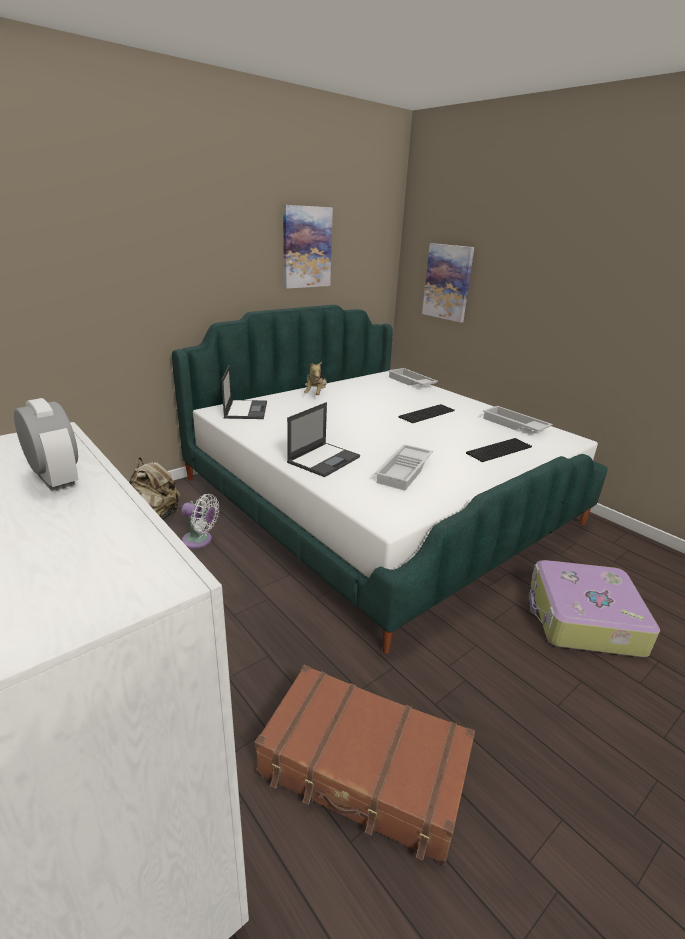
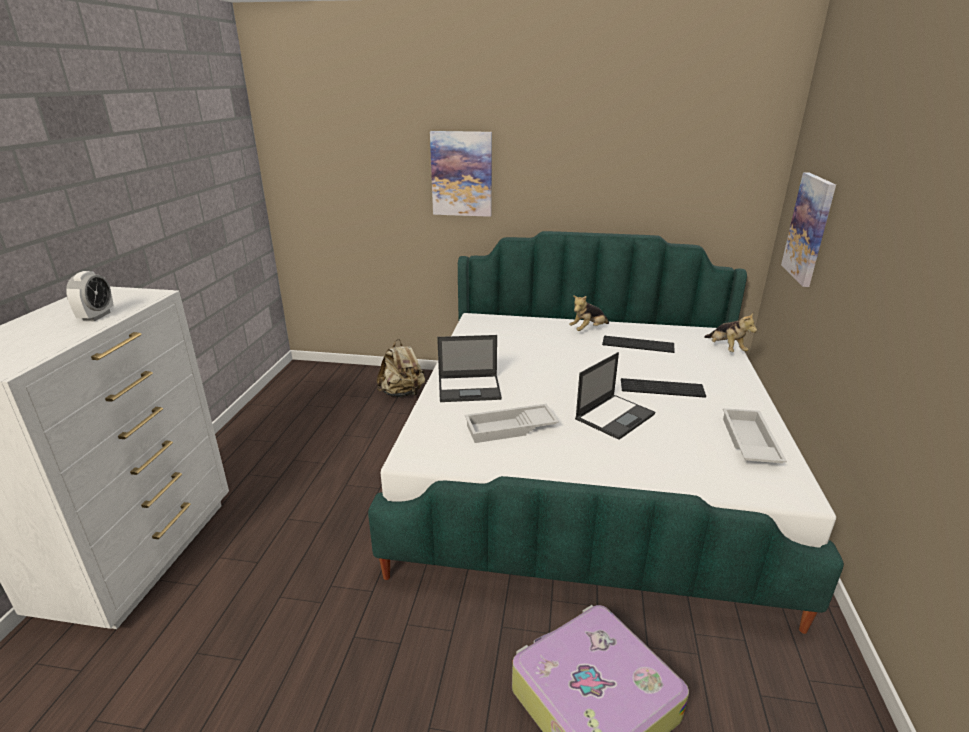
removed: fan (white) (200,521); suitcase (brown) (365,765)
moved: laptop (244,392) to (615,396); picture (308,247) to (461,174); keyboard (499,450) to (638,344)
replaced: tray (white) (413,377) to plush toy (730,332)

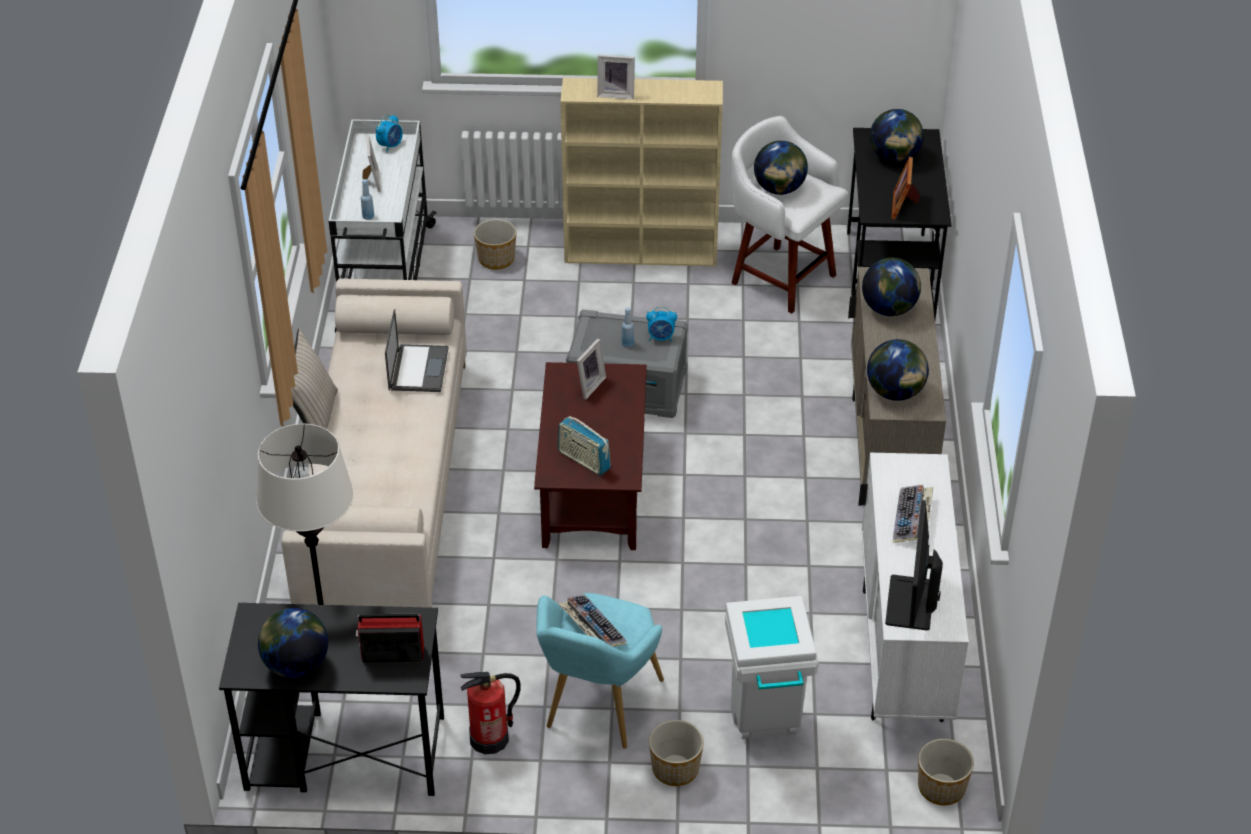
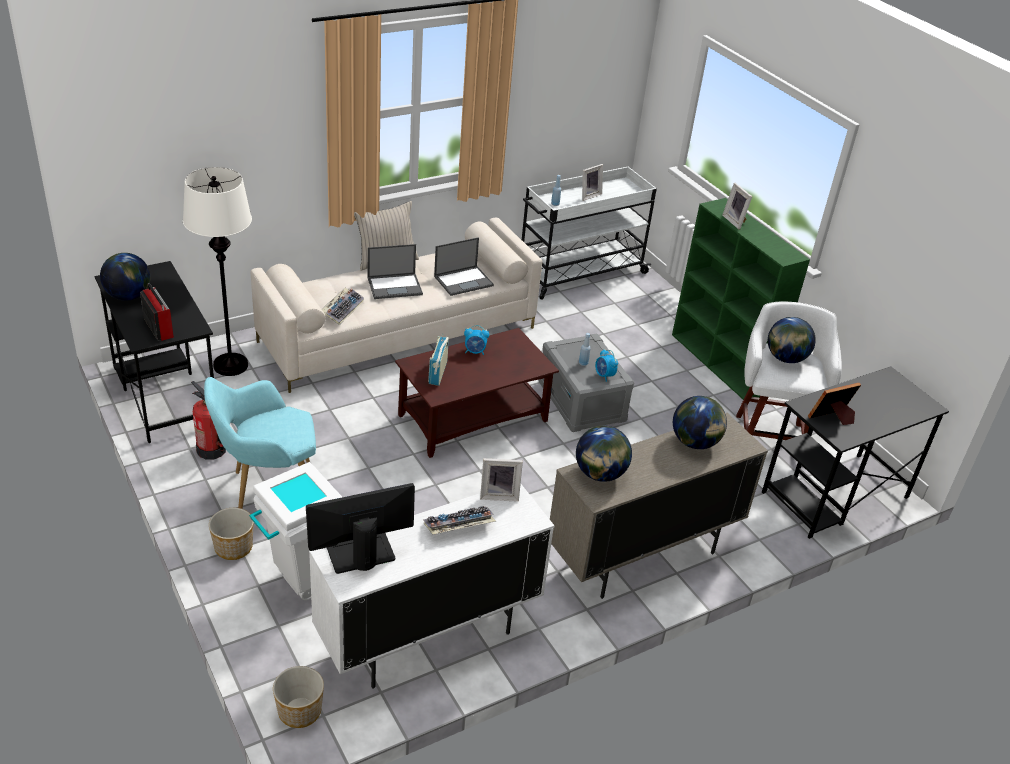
removed: planter (495,244); globe (897,136)
added: laptop (395,271)
moved: alarm clock (389,133) to (476,340); keyboard (592,621) to (343,306); picture frame (591,369) to (501,480)
recoloured: bookcase (beige) (641,172) to bookcase (green) (741,299)

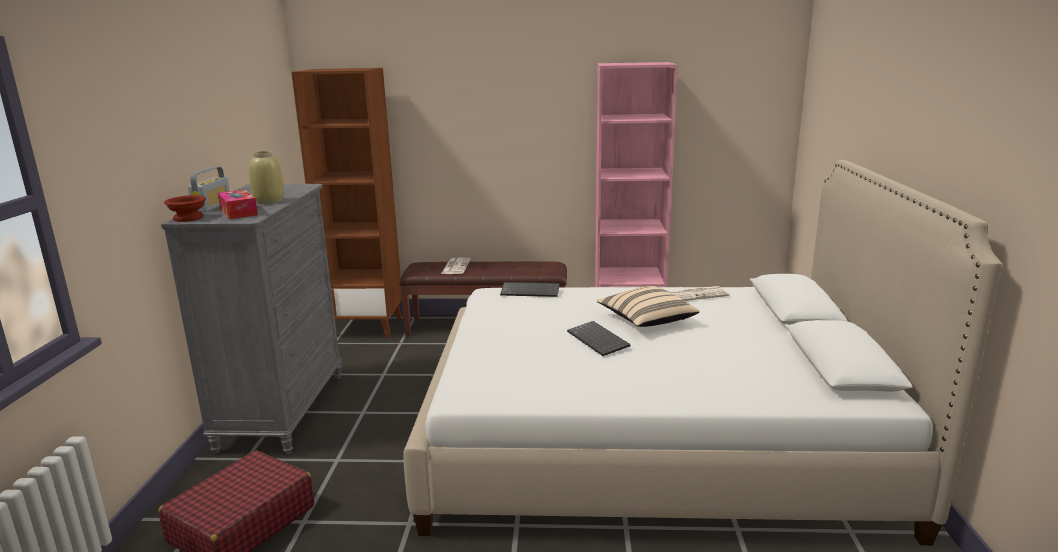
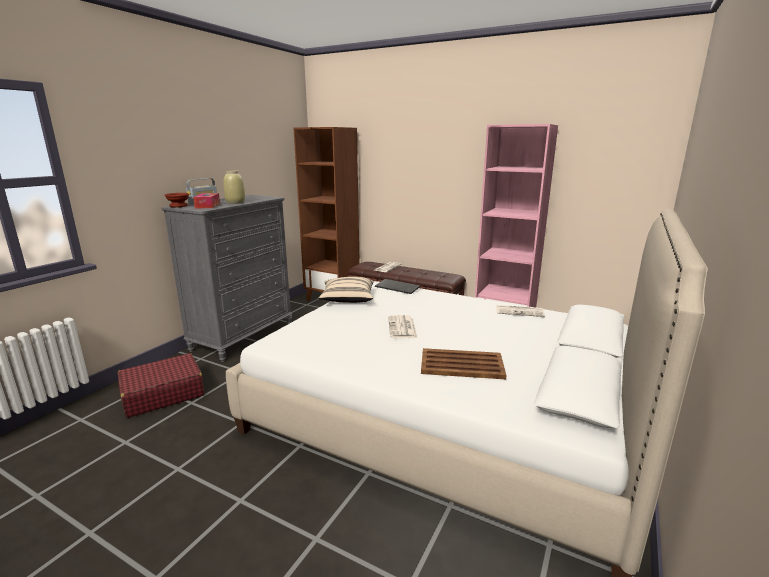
added: tray (brown) (463,363)
moved: pillow (beige) (647,306) to (346,290)
replaced: keyboard (599,338) to newspaper (402,326)

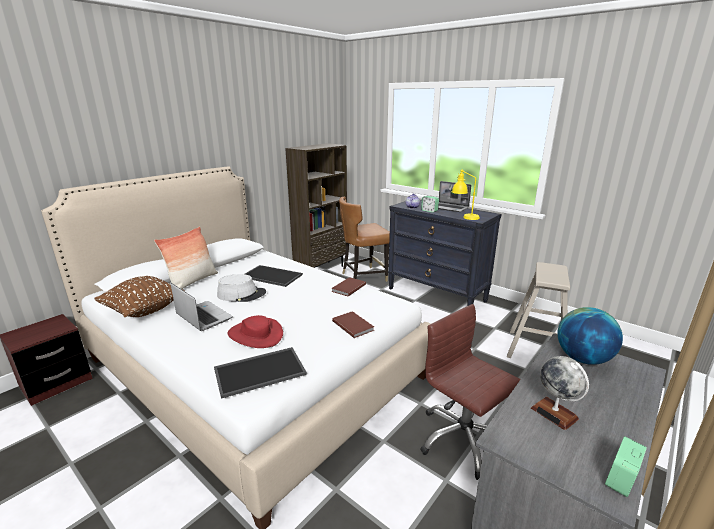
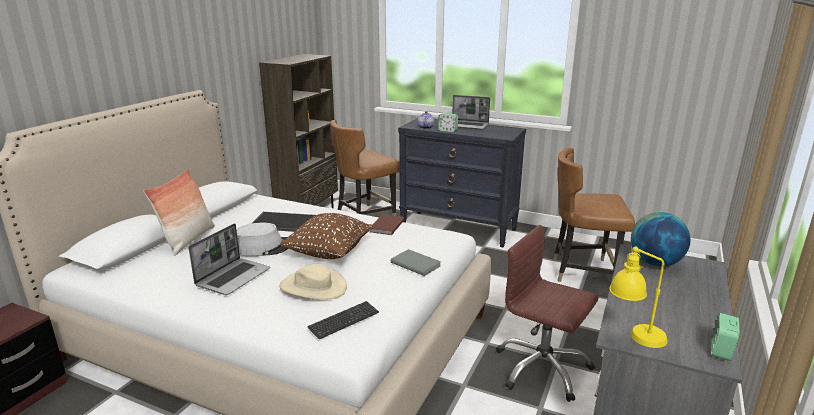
removed: globe (560,393)
moved: pillow (brown) (139,296) to (326,236); table lamp (yellow) (466,195) to (638,297)
replaced: tray (260,373) to keyboard (343,320); stool (beige) (538,310) to chair (brown) (594,215)
recoloured: hat (red) (255,331) to hat (beige) (313,282); book (brown) (353,324) to book (grey) (416,262)
turned: laptop (202,307) = (229,259) 90 degrees clockwise

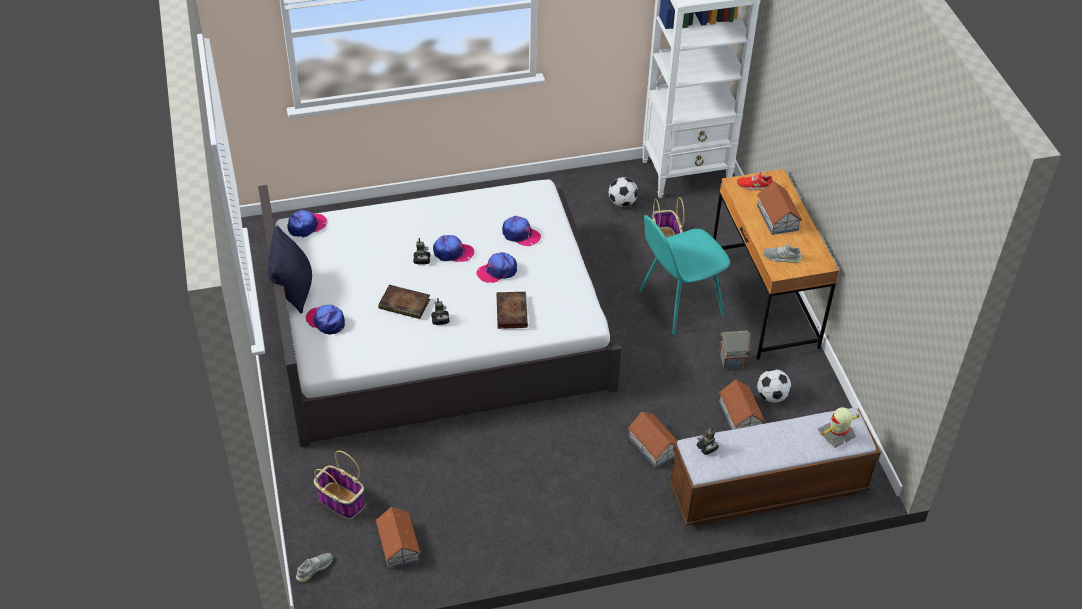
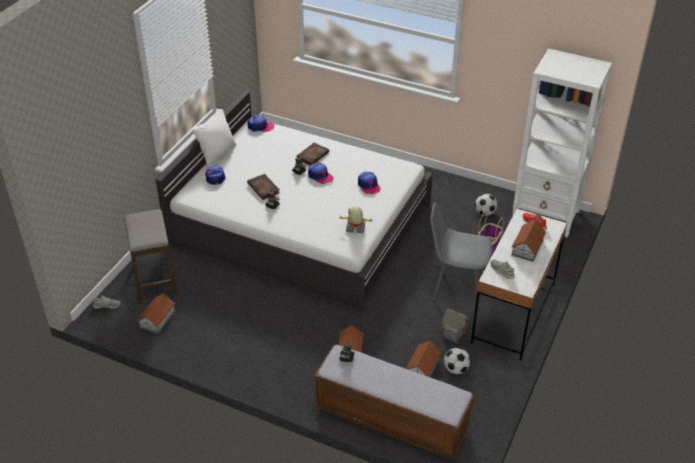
removed: cap (496,267)
moved: book (512,310) to (313,154); toy robot (839,427) to (356,219)
replaced: basket (339,485) to stool (151,256)
recoloured: pillow (black) (290,269) to pillow (white) (214,138); chair (turquoise) (684,275) to chair (grey) (461,254); desk (brown) (776,264) to desk (white) (519,284)

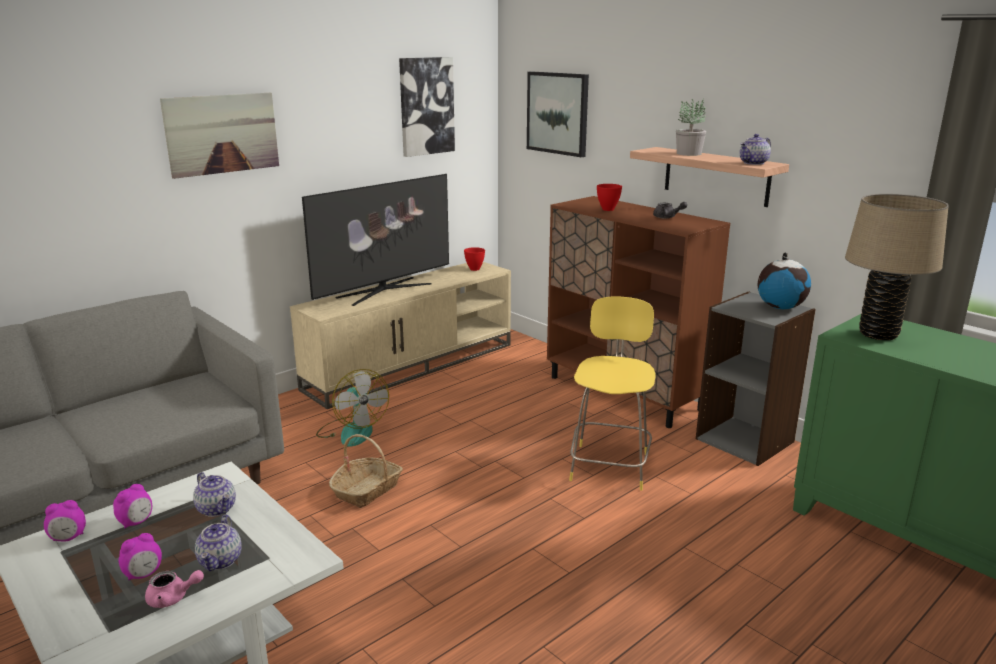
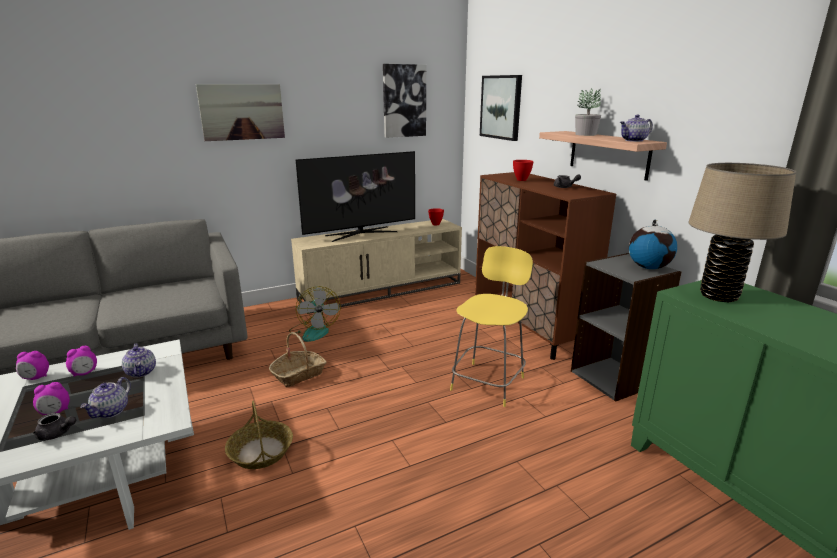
added: basket (259,435)
recoloured: teapot (pink) (174,589) to teapot (grey) (54,426)

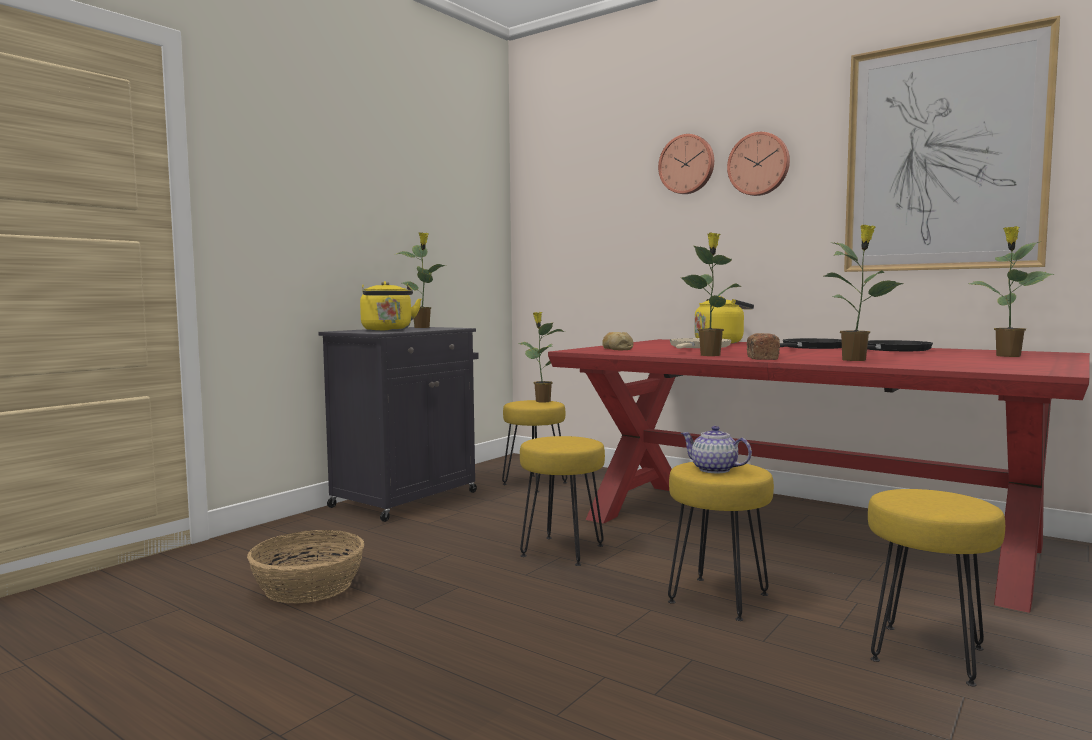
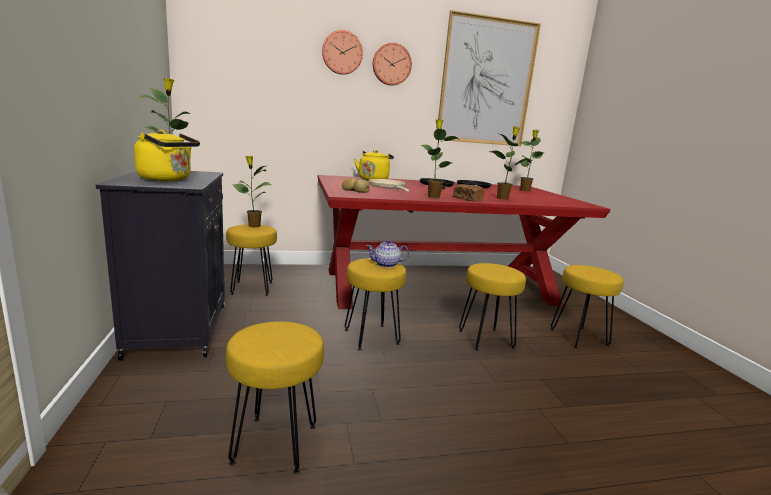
moved: teapot (716,449) to (387,254)
replaced: basket (306,567) to stool (yellow) (275,397)

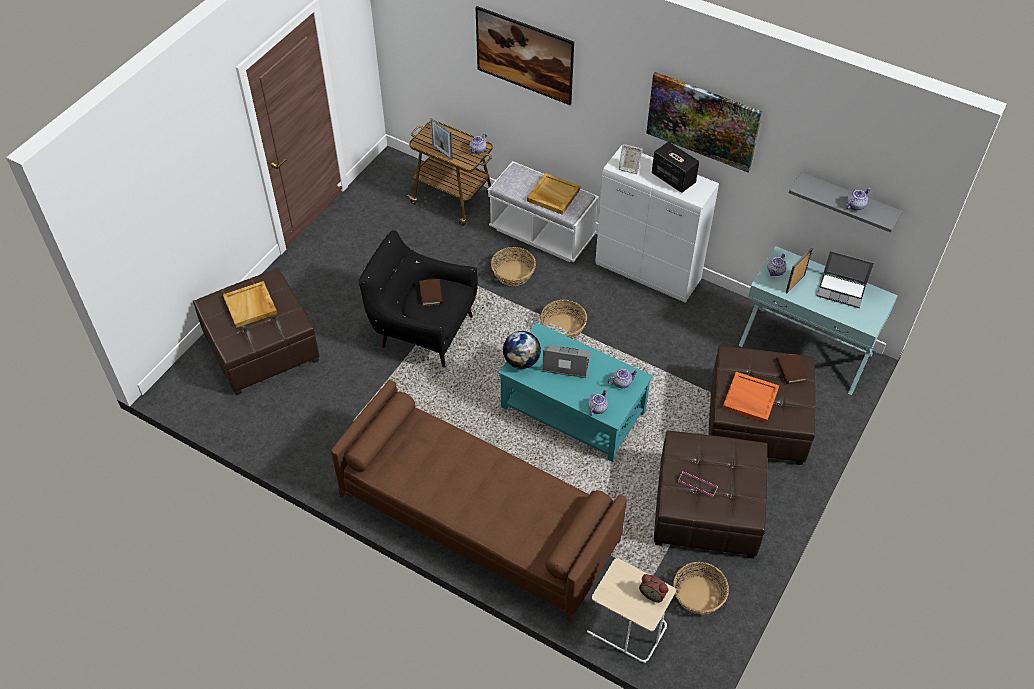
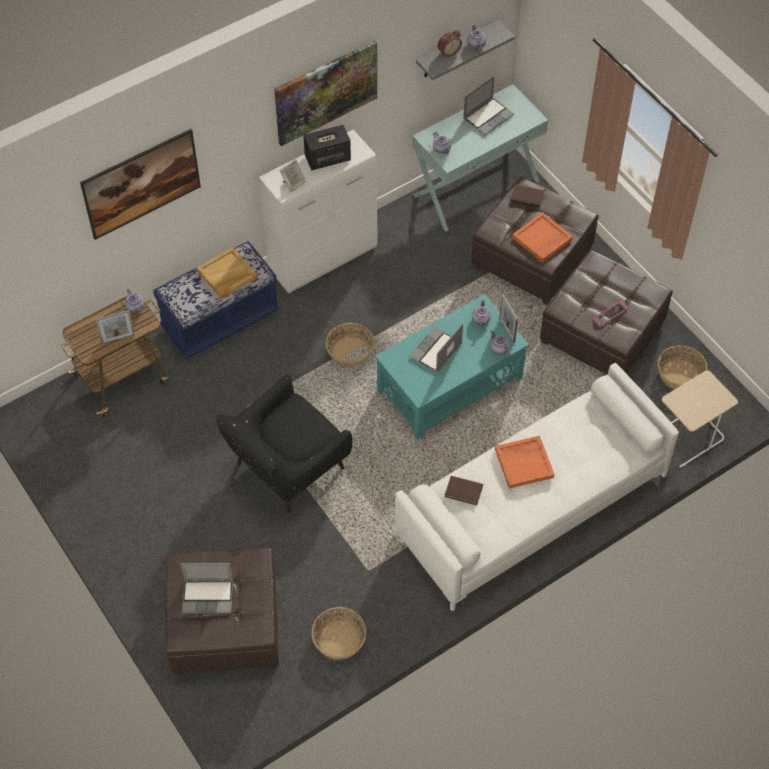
removed: globe (522,350)
added: tray (orange) (525,462)
moved: book (brown) (431,292) to (464,490); basket (513,266) to (339,633); alarm clock (653,588) to (449,43); picture frame (799,270) to (508,318)
replaced: tray (beige) (250,304) to laptop (206,588)
recoloured: sofa (brown) (479,501) to sofa (white) (536,487); bench (white) (543,211) to bench (blue) (216,300)

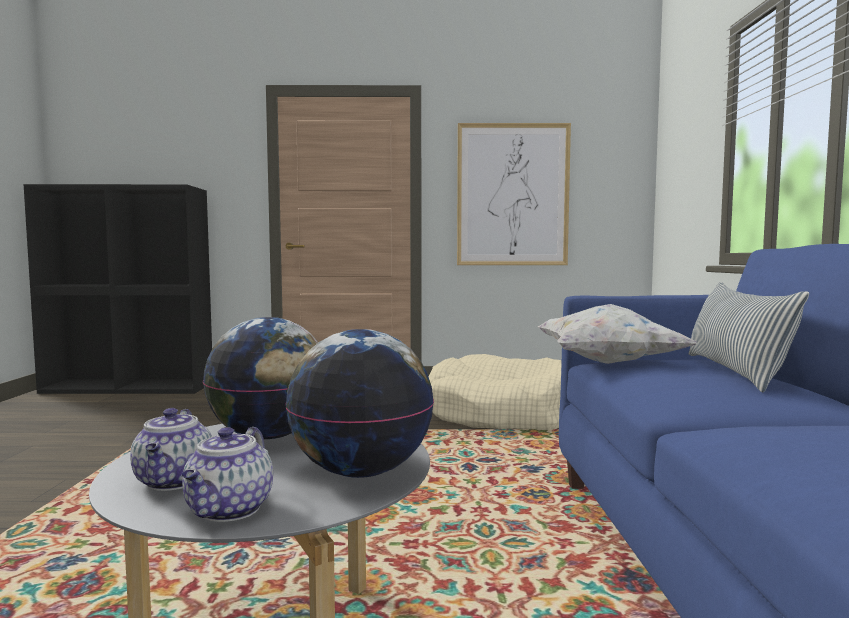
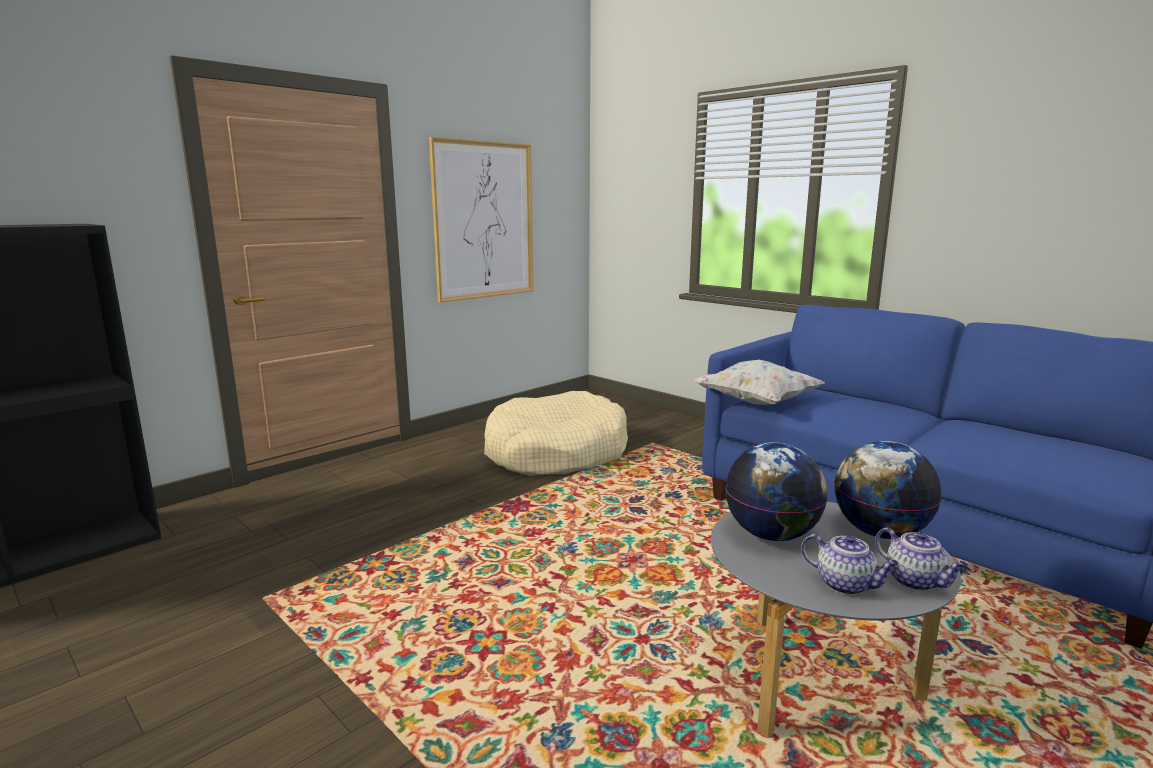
removed: pillow (749,337)

